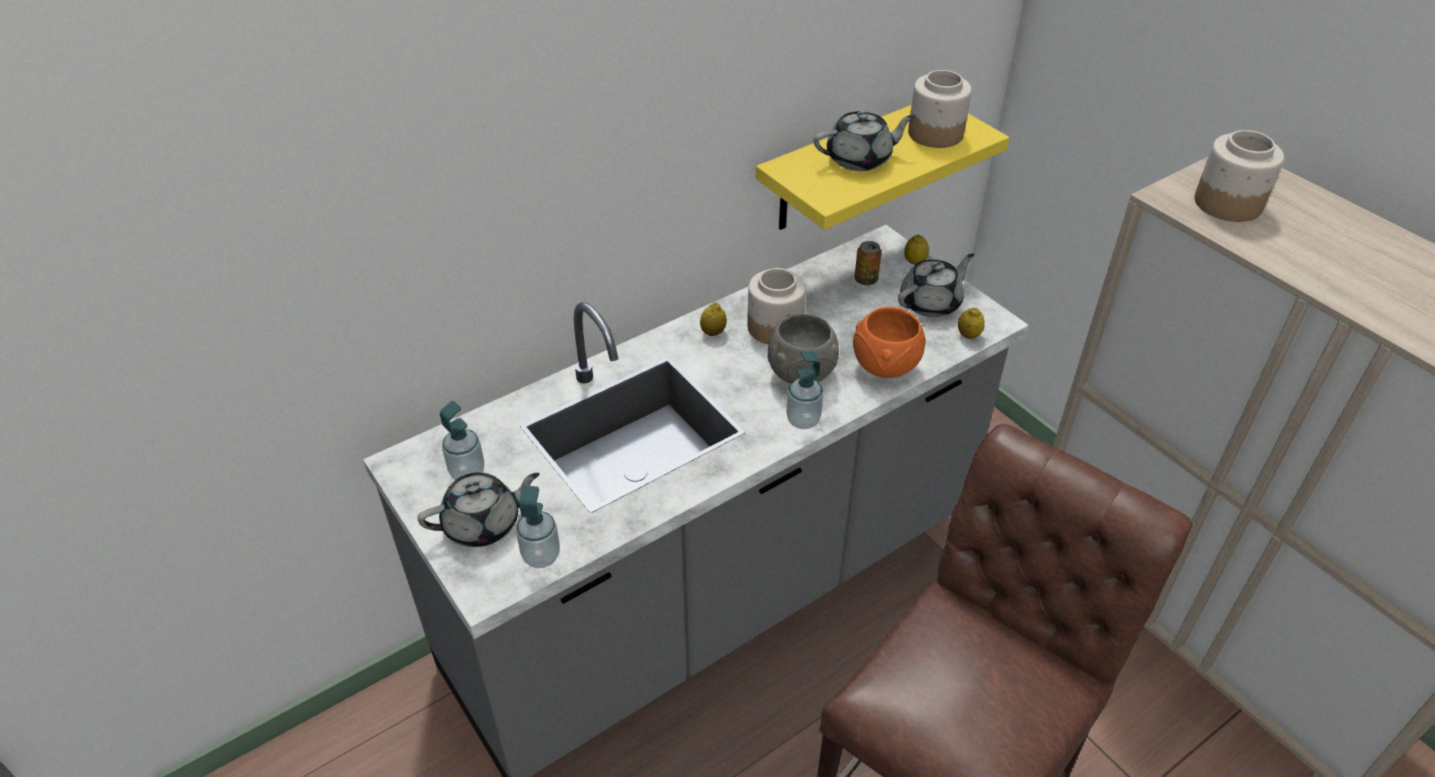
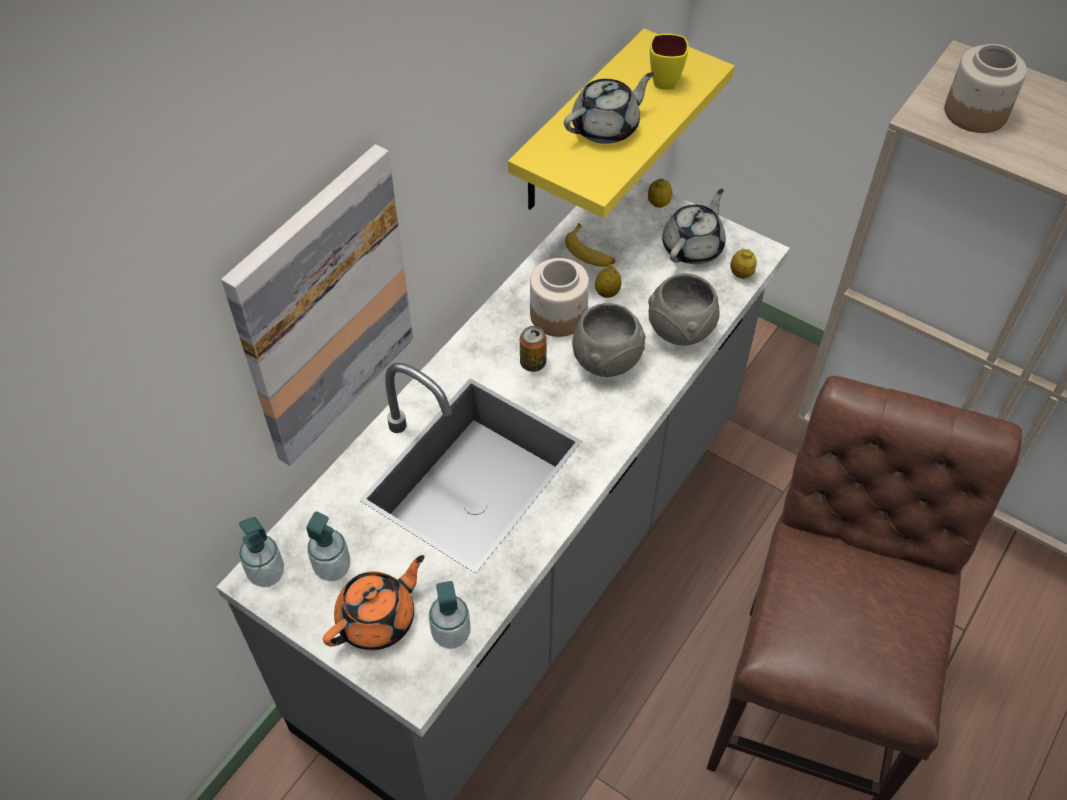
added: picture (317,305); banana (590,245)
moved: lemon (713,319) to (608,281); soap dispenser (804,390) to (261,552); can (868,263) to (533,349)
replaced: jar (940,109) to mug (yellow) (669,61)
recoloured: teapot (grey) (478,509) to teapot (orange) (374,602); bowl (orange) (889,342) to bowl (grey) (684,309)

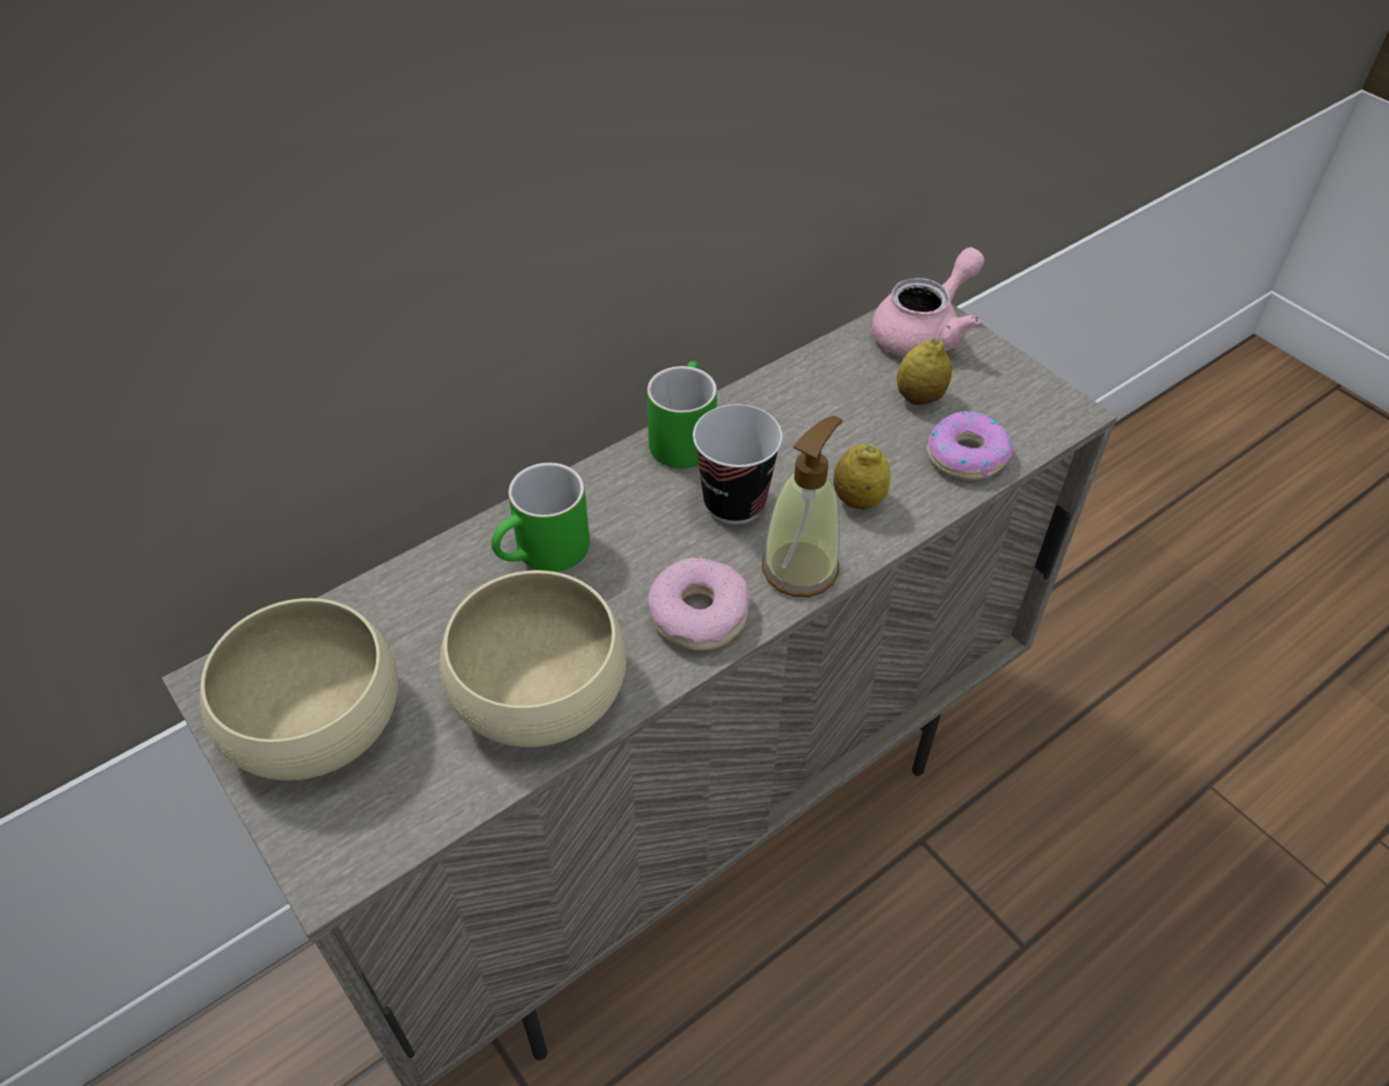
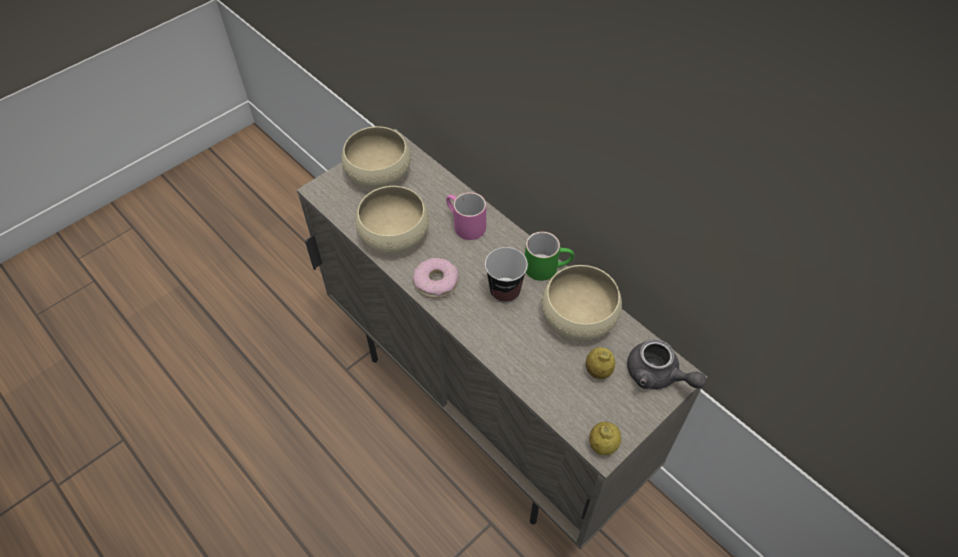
removed: soap dispenser (802,506); donut (970,445)
added: bowl (beige) (582,303)
moved: lemon (861,477) to (605,438)
recoloured: mug (green) (540,517) to mug (pink) (466,216); teapot (pink) (928,302) to teapot (grey) (666,364)

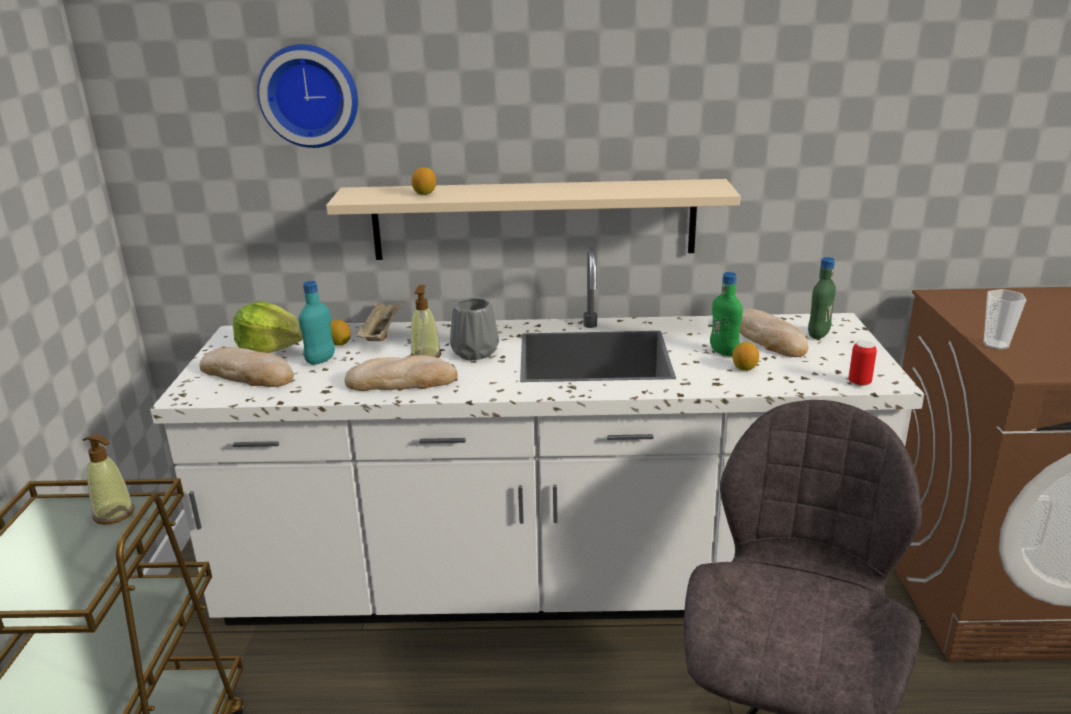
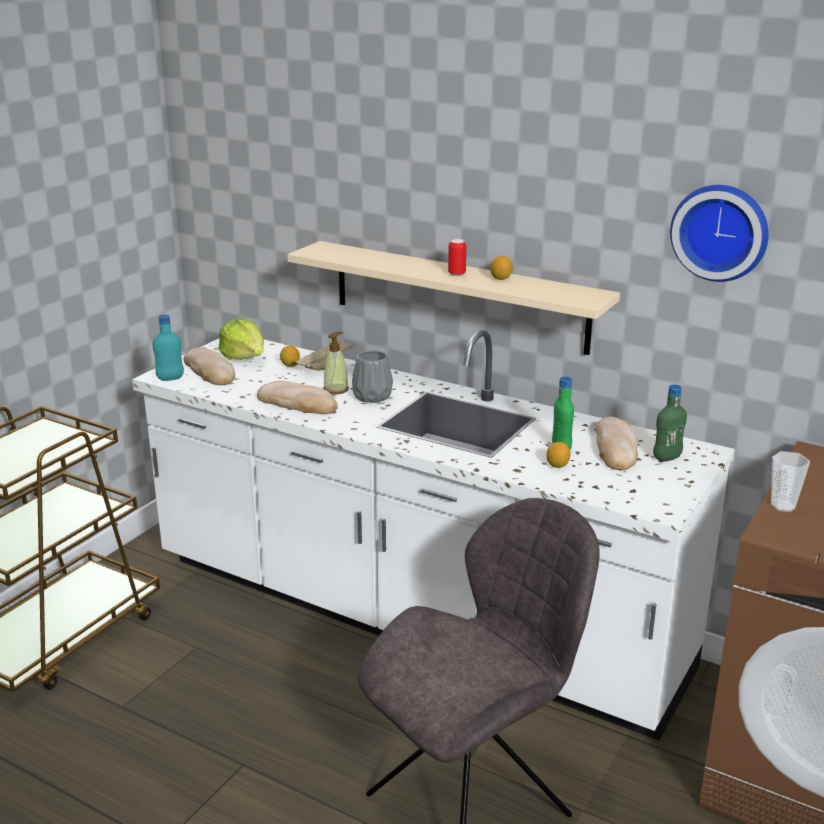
removed: soap dispenser (109,479)
moved: wall clock (307,96) to (719,233); bottle (turquoise) (316,323) to (168,347); lemon (423,181) to (501,268); can (862,363) to (457,257)

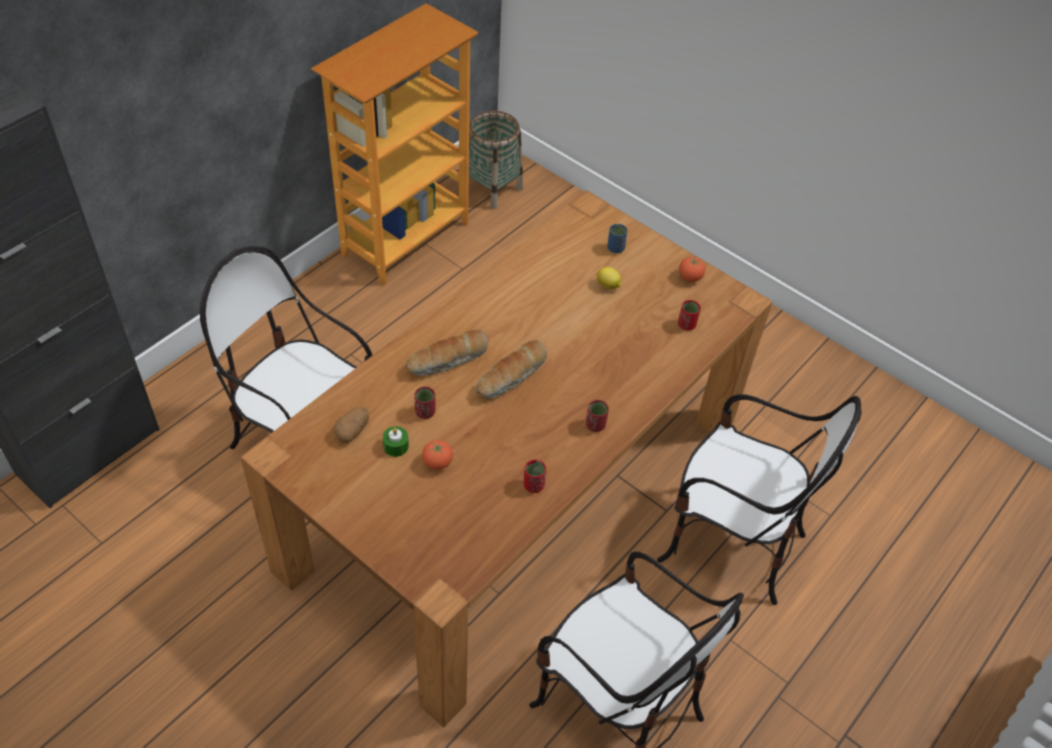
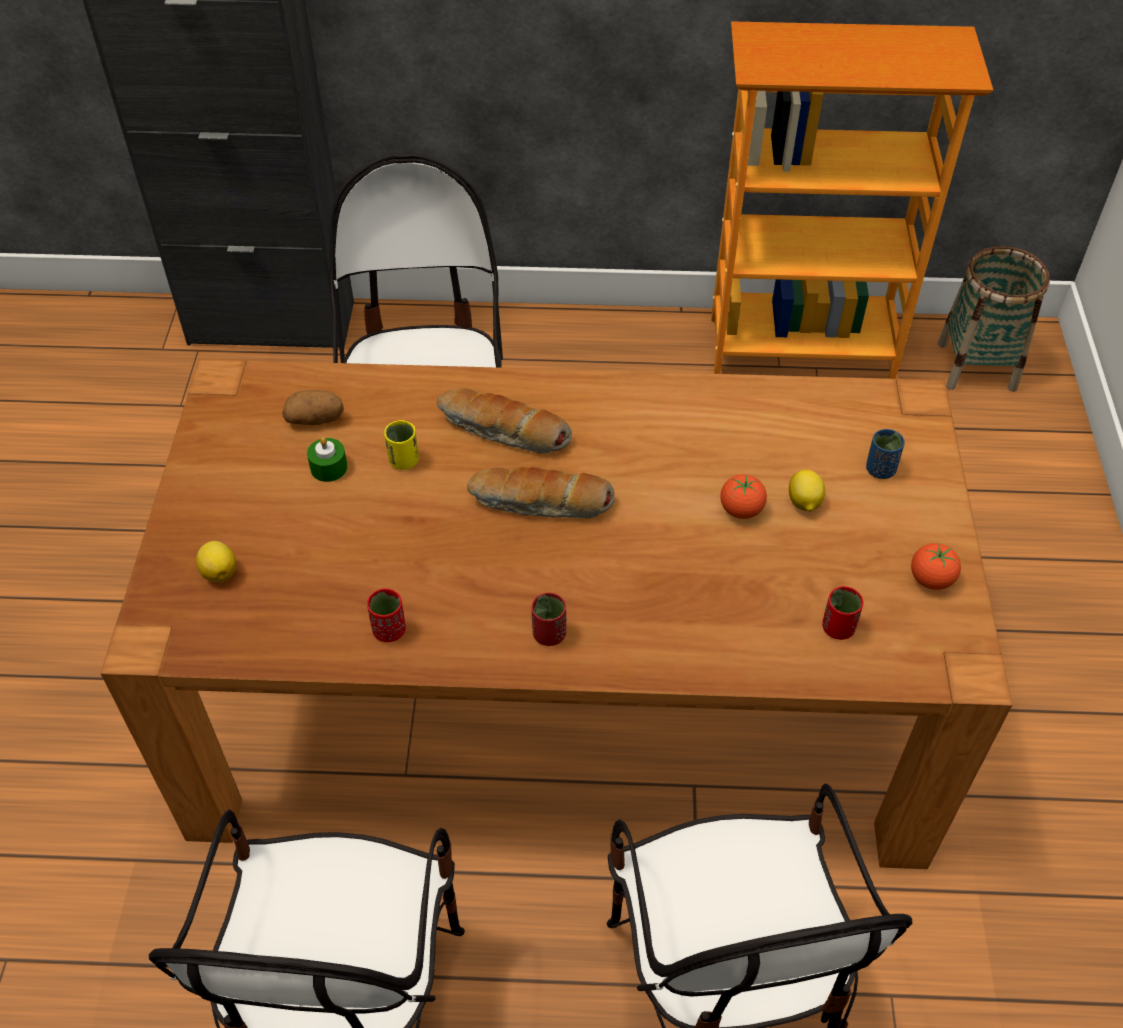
added: lemon (216,561)
moved: tomato (437,455) to (743,496)
recoloured: cup (red) (424,402) to cup (yellow) (401,445)

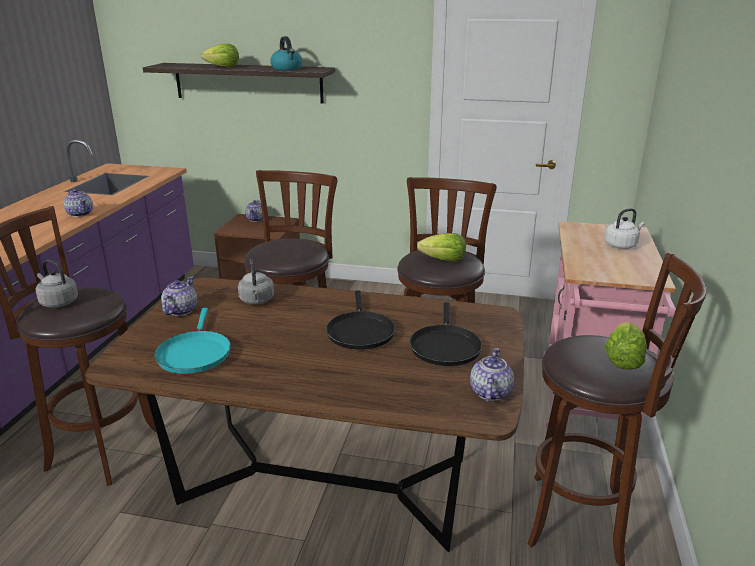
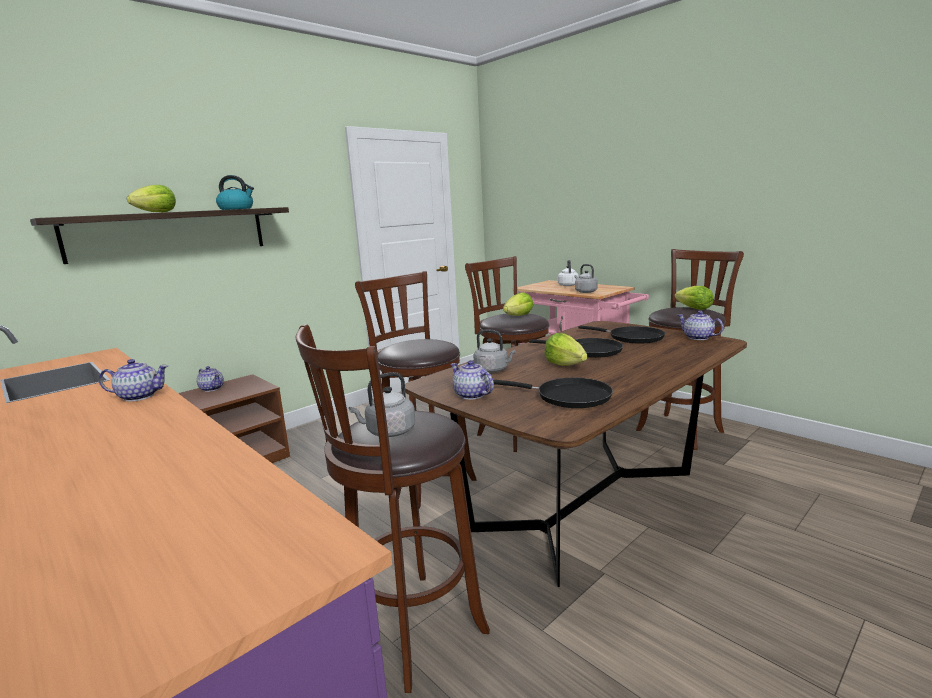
added: lettuce (565,349); kettle (grey) (586,278)
recoloured: frying pan (turquoise) (192,341) to frying pan (black) (553,393)

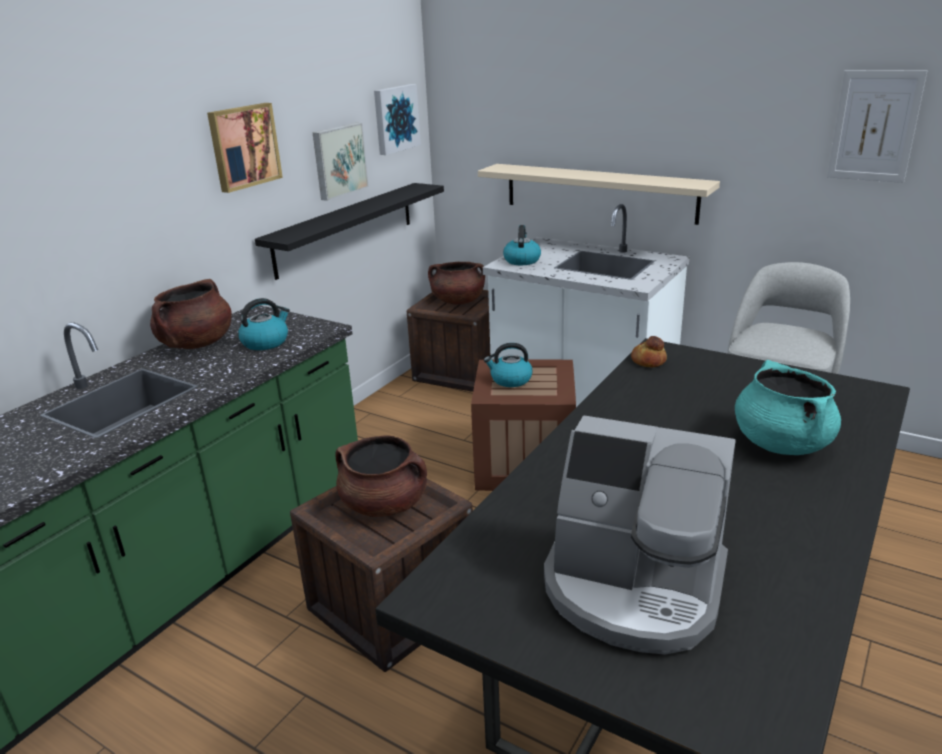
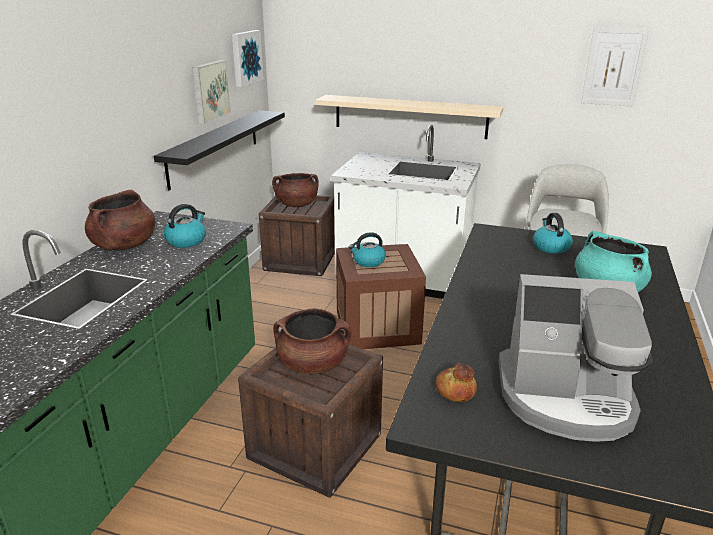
removed: picture (245,148)
moved: kettle (522,245) to (553,233); bread (649,351) to (456,382)

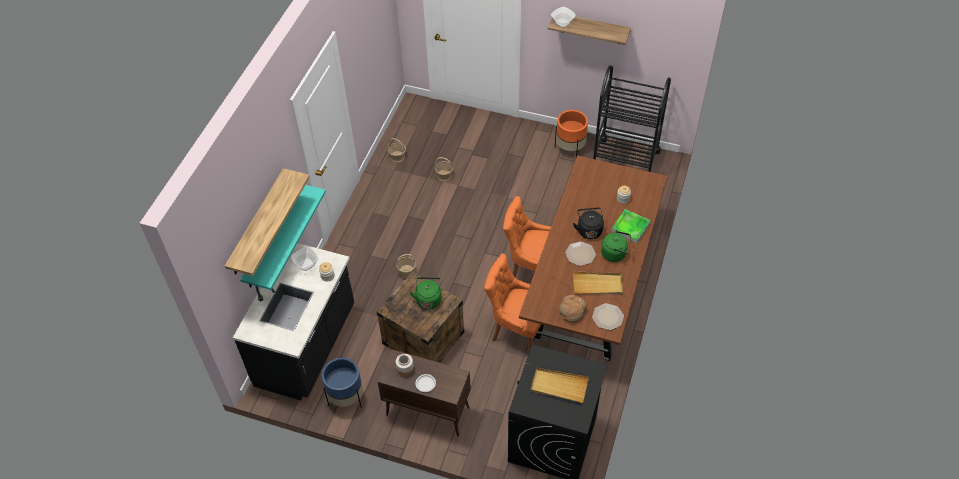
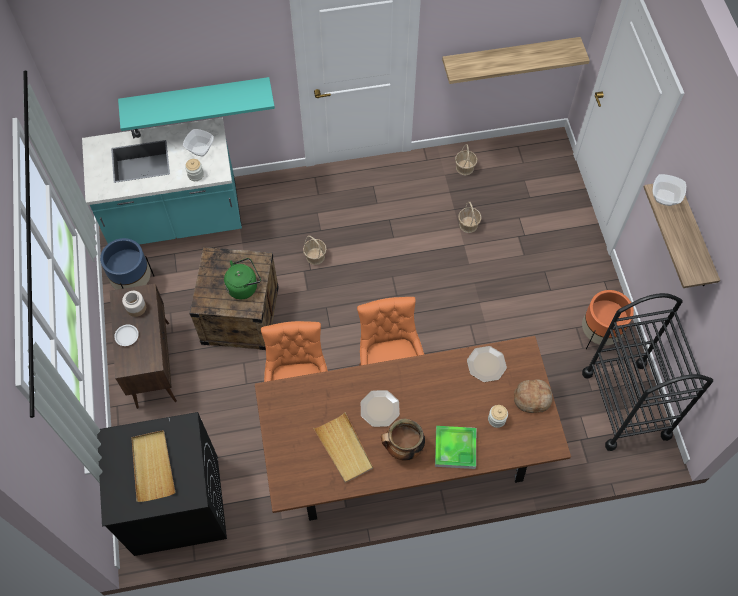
removed: kettle (black) (588,223)
moved: shelf (267,222) to (516,60); bread (573,309) to (533,396); plate (608,316) to (487,364)
replaced: kettle (green) (616,246) to cooking pot (403,440)
recoloured: counter (black) (293,321) to counter (turquoise) (162,181)

